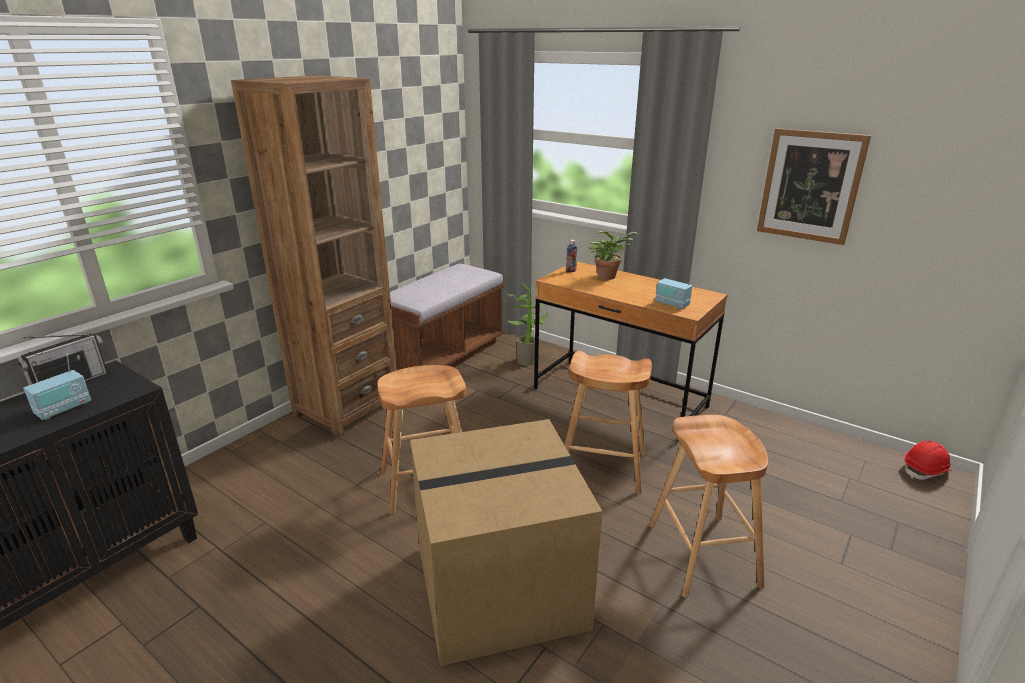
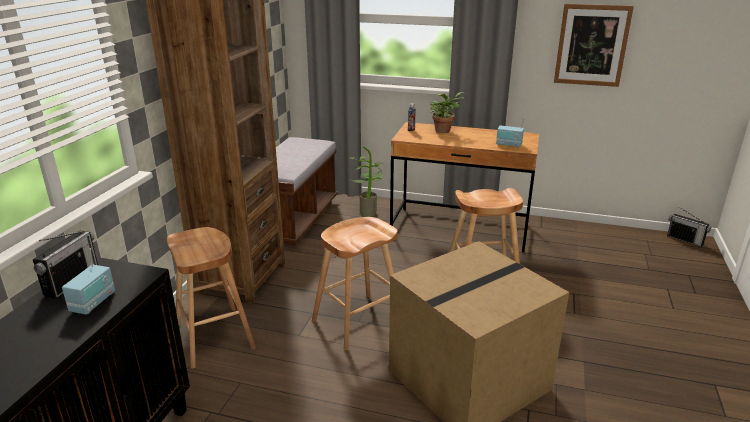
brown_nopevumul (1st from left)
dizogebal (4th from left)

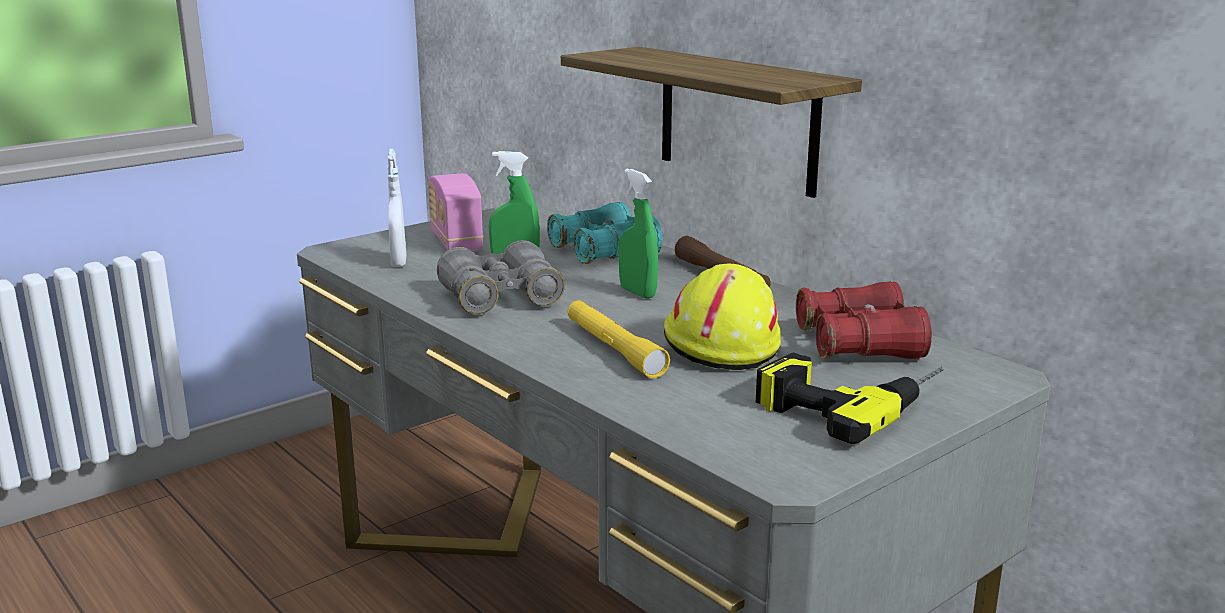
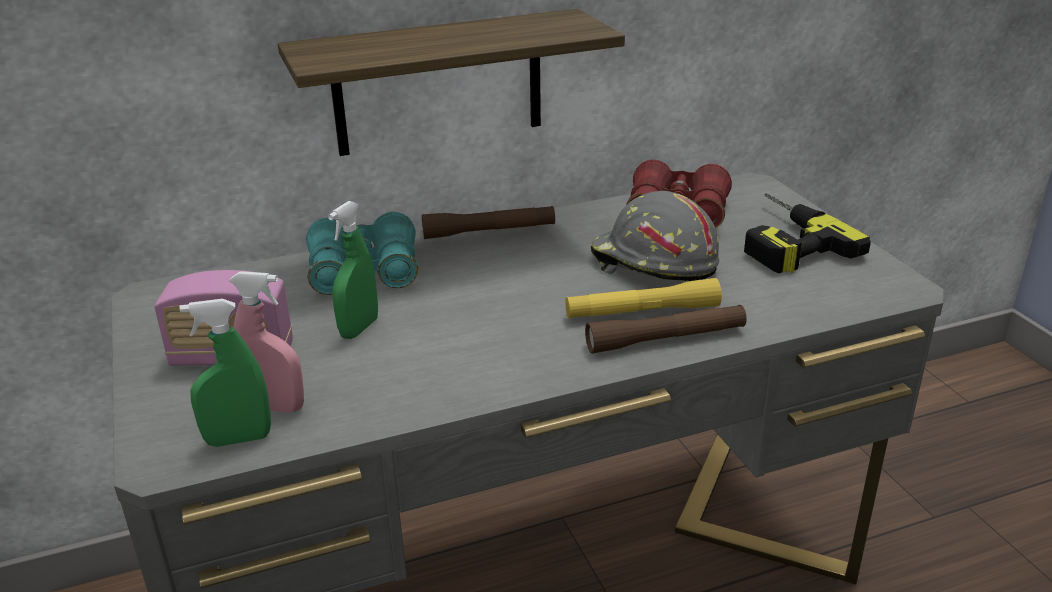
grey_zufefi
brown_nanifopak (2nd from left)
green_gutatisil (1st from left)
pink_gutatisil
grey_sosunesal

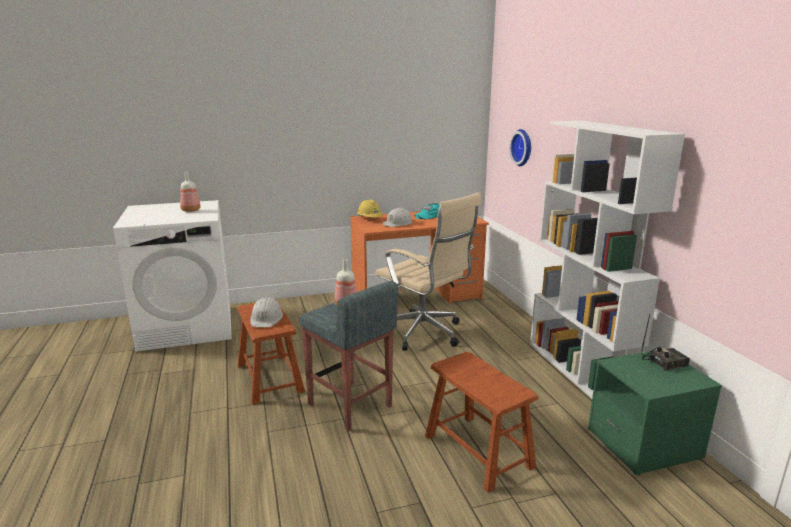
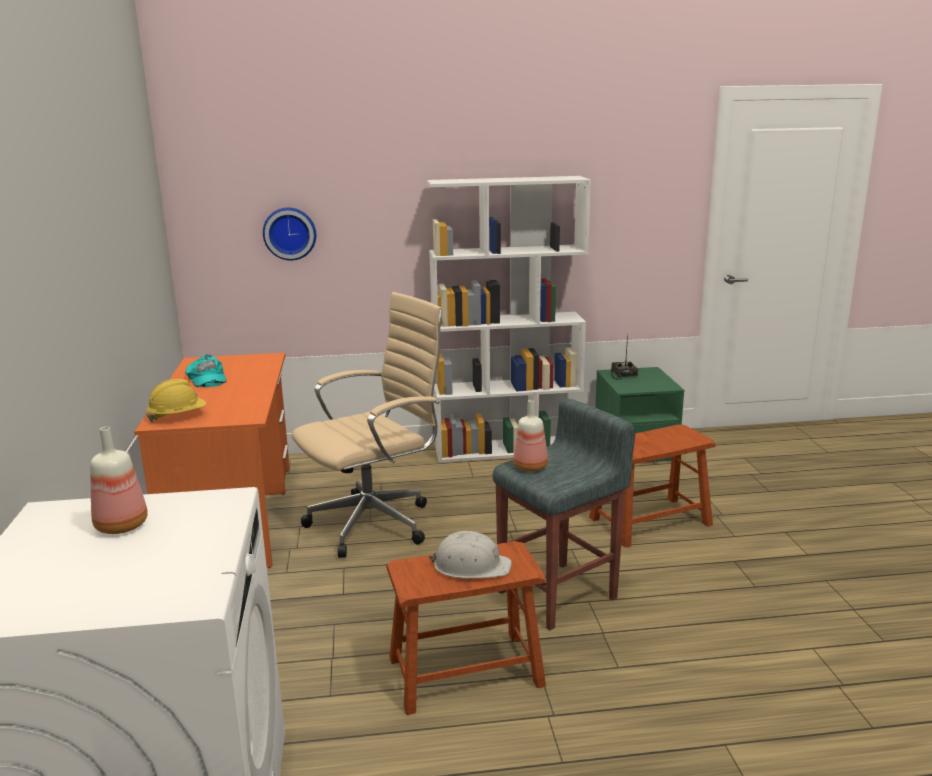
white_sosunesal (2nd from left in the first image)

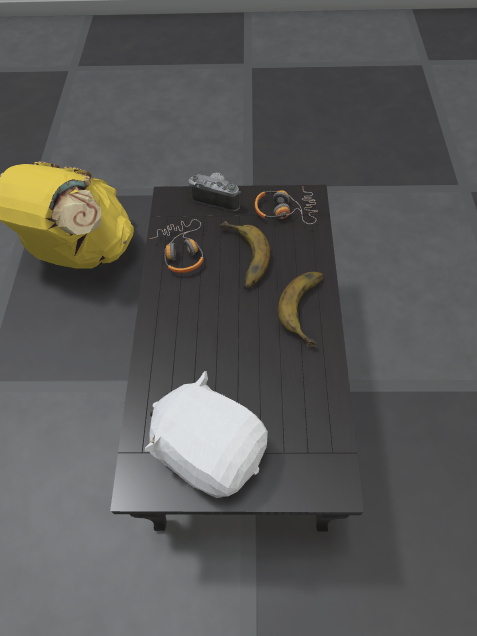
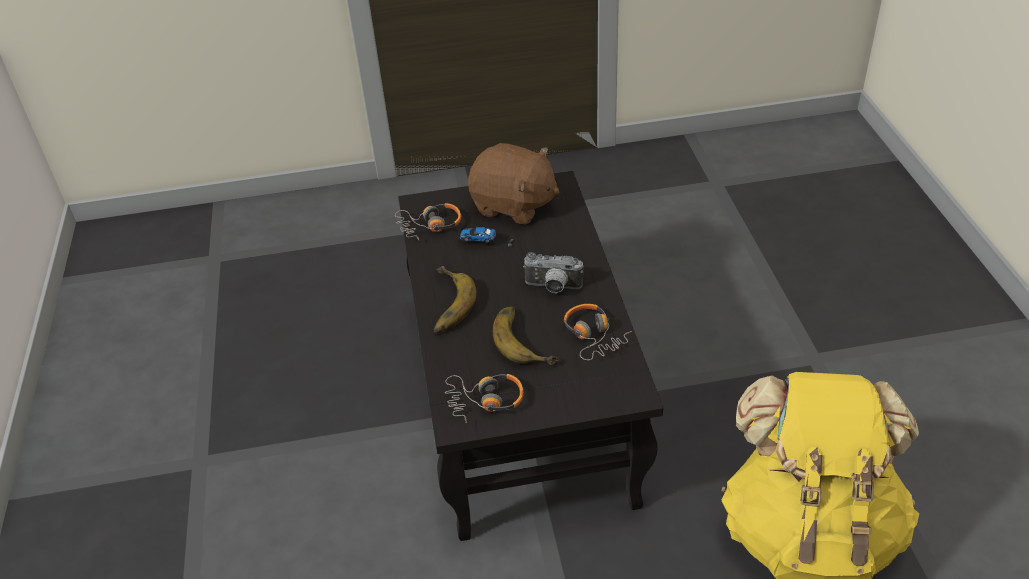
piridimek (1st from left)
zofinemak
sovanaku
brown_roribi

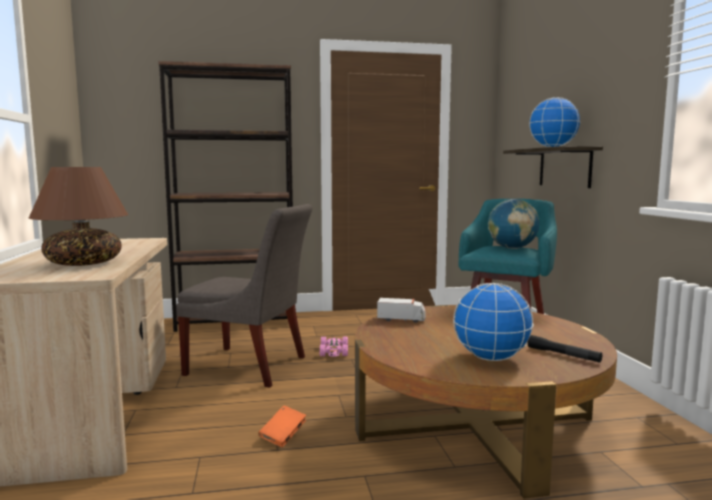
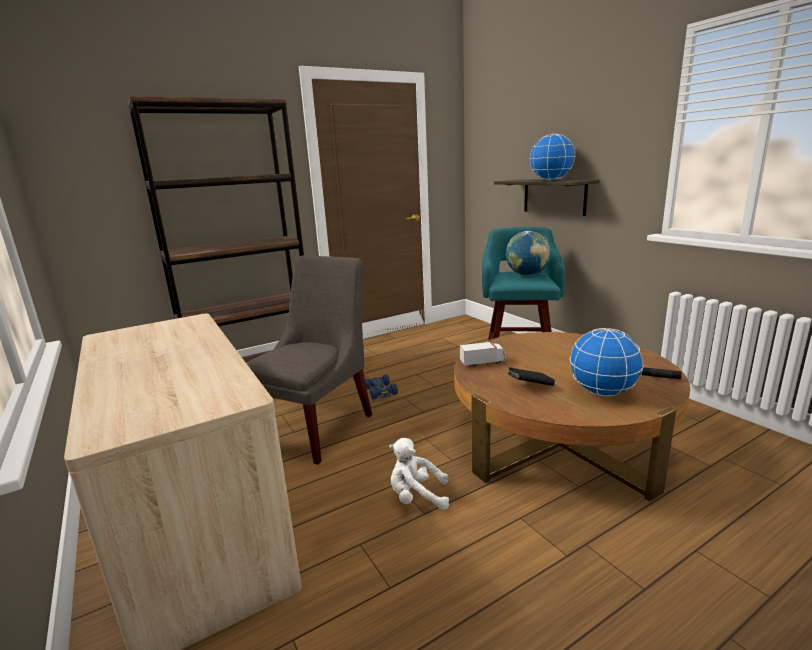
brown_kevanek
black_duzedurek
white_roribi
blue_zofinemak
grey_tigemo

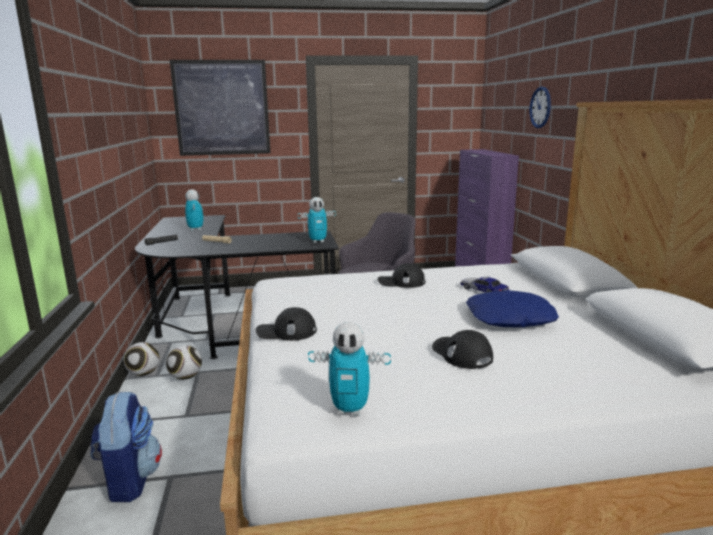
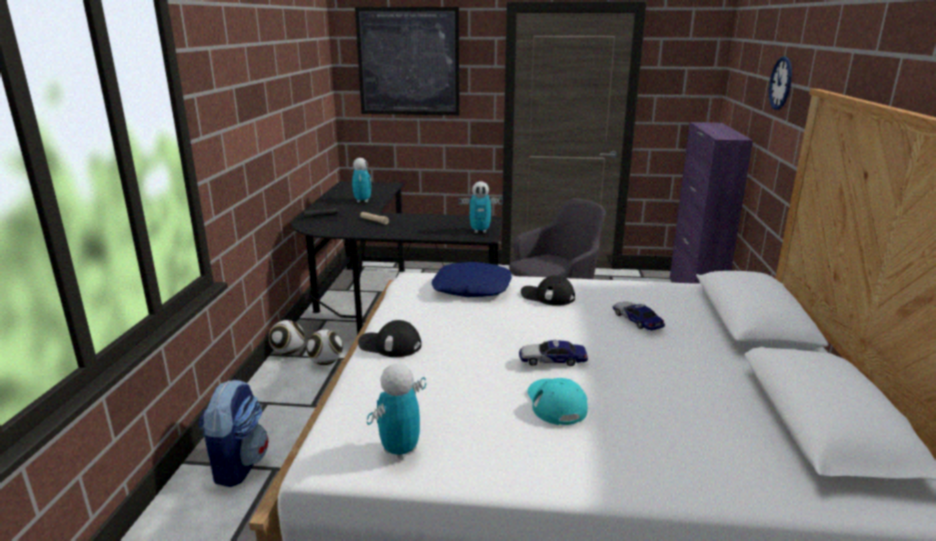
zofinemak (1st from left)
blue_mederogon
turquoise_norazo
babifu (2nd from left)

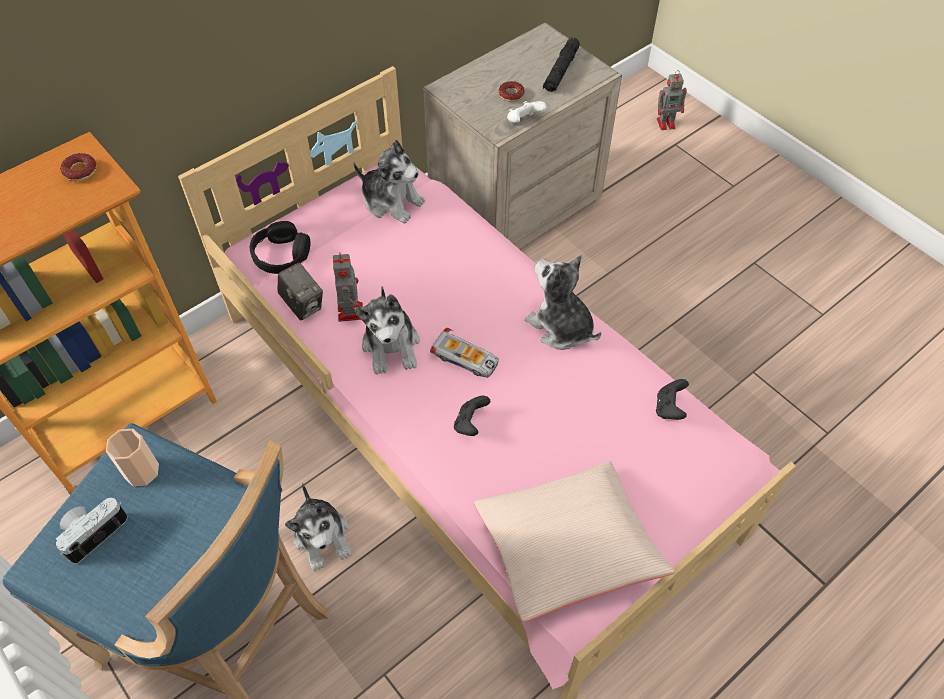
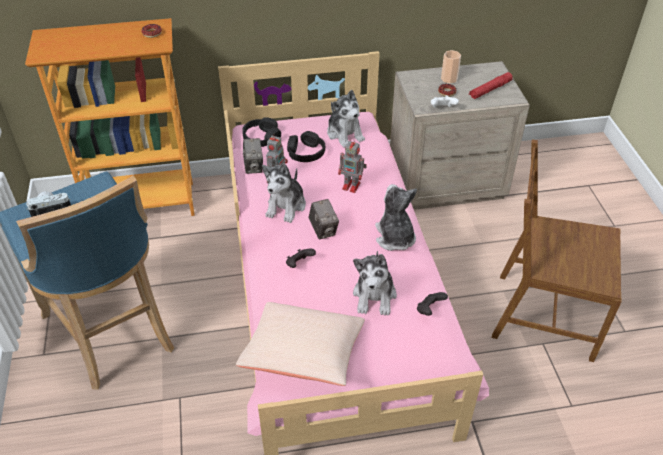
black_piridimek (2nd from left)
brown_tigemo
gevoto
roribi (3rd from left)
babifu (2nd from left)
sovanaku (3rd from left)
red_nanifopak

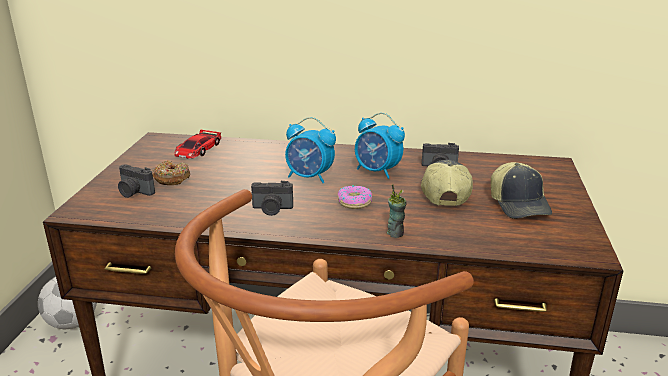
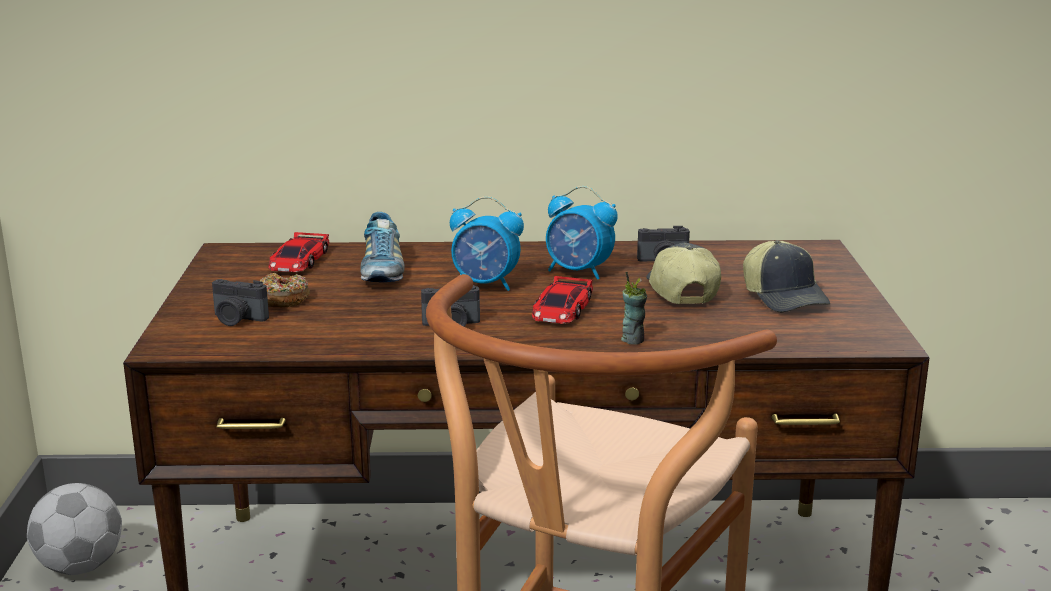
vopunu
zofinemak (2nd from left)

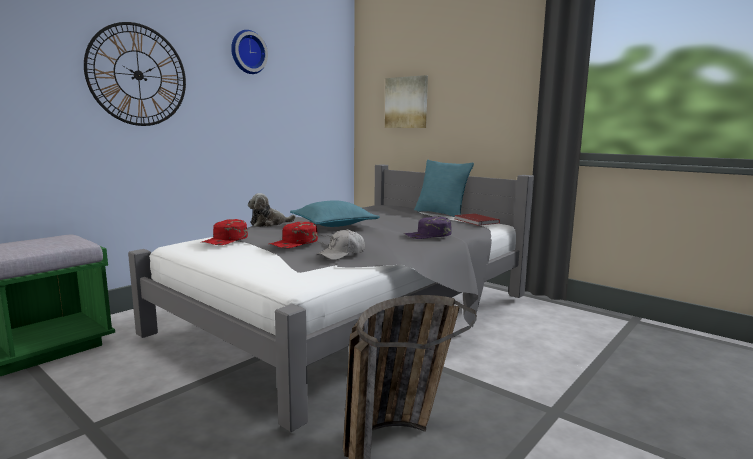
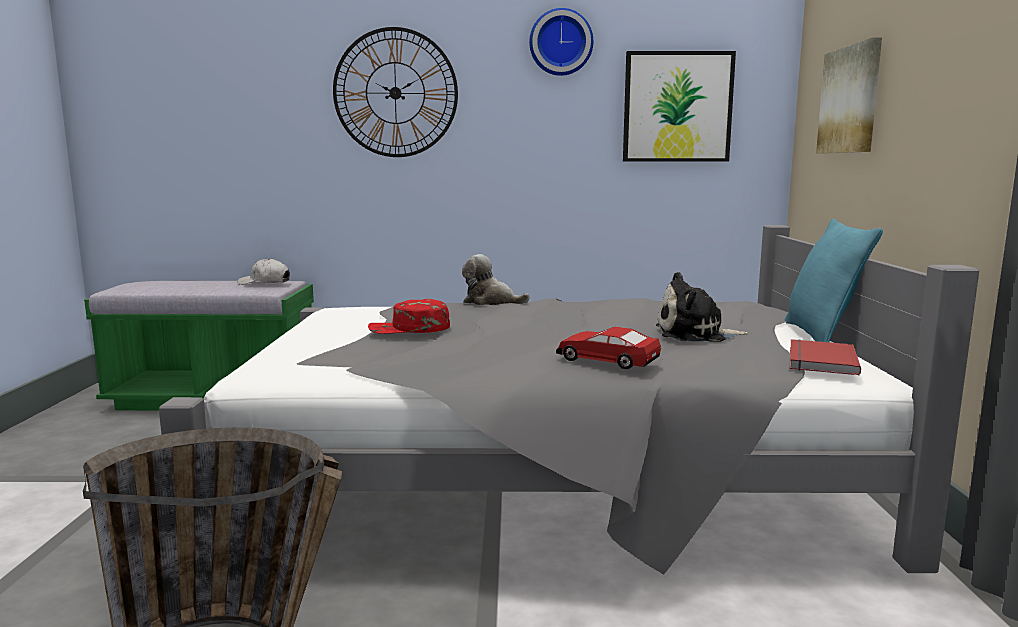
red_norazo (1st from left in the first image)
turquoise_mederogon (1st from left in the first image)
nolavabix (1st from left)
roribi (2nd from left)
white_norazo
zofinemak

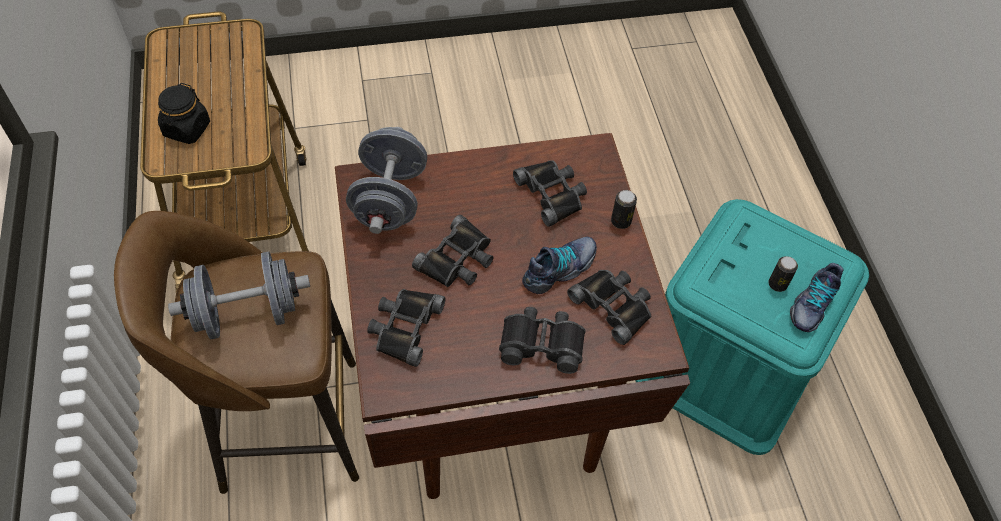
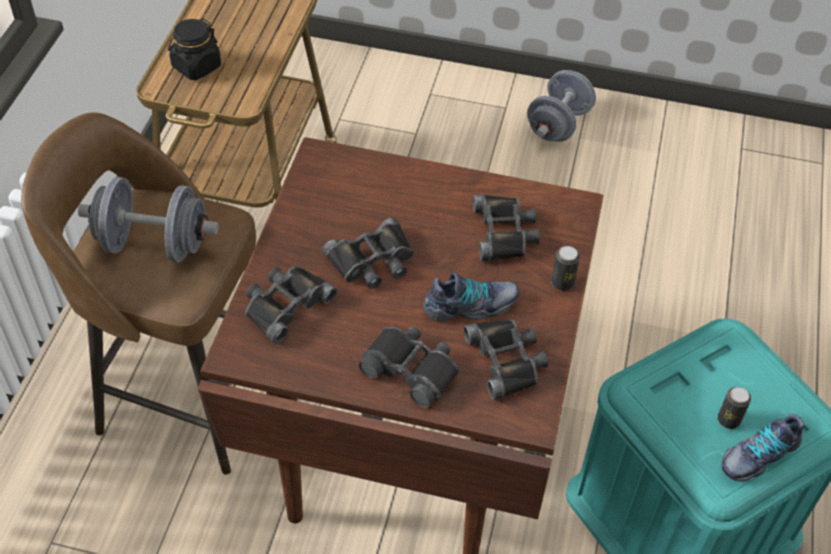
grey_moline (2nd from left)

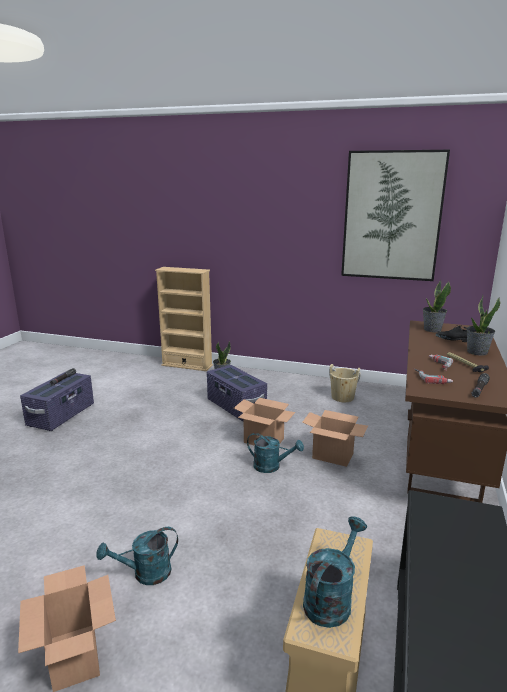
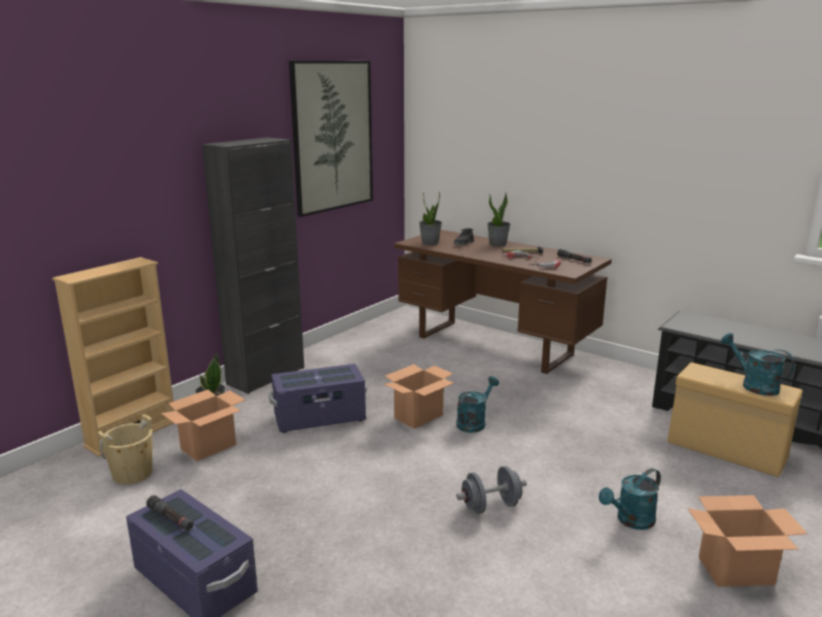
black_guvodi
grey_moline
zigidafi (1st from left)
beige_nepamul
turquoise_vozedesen (2nd from left)

